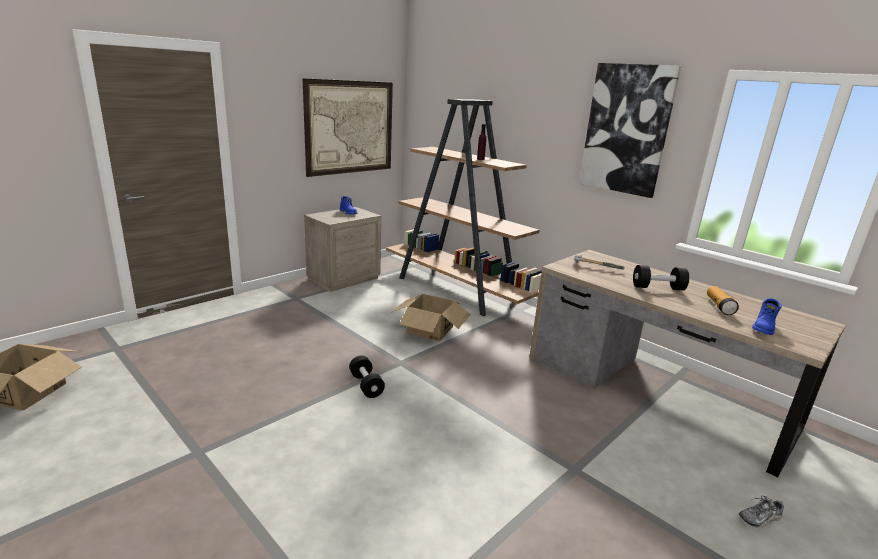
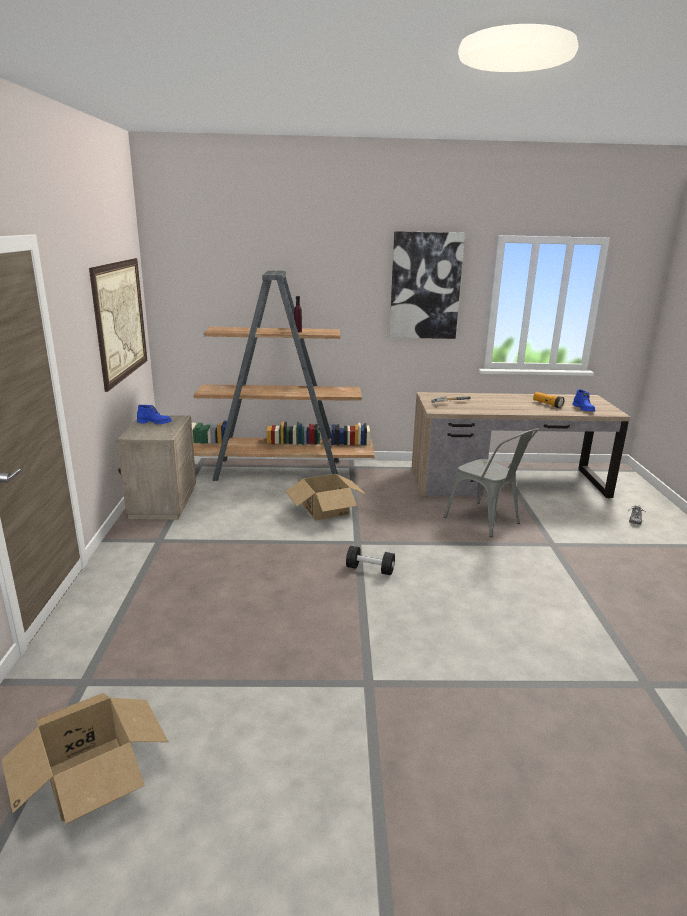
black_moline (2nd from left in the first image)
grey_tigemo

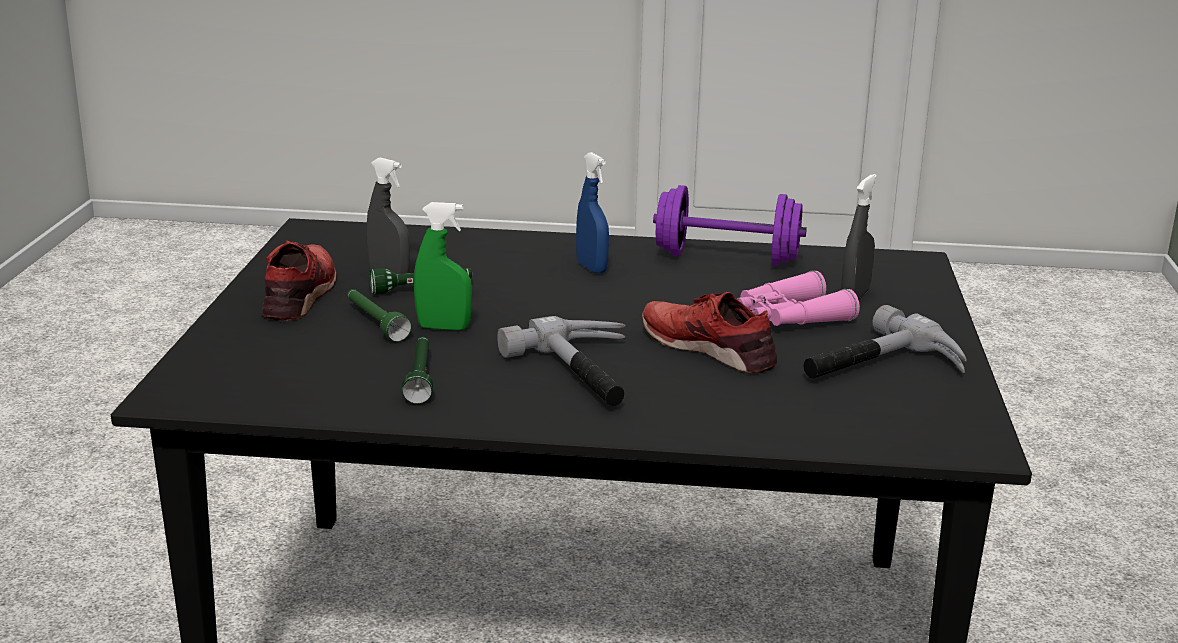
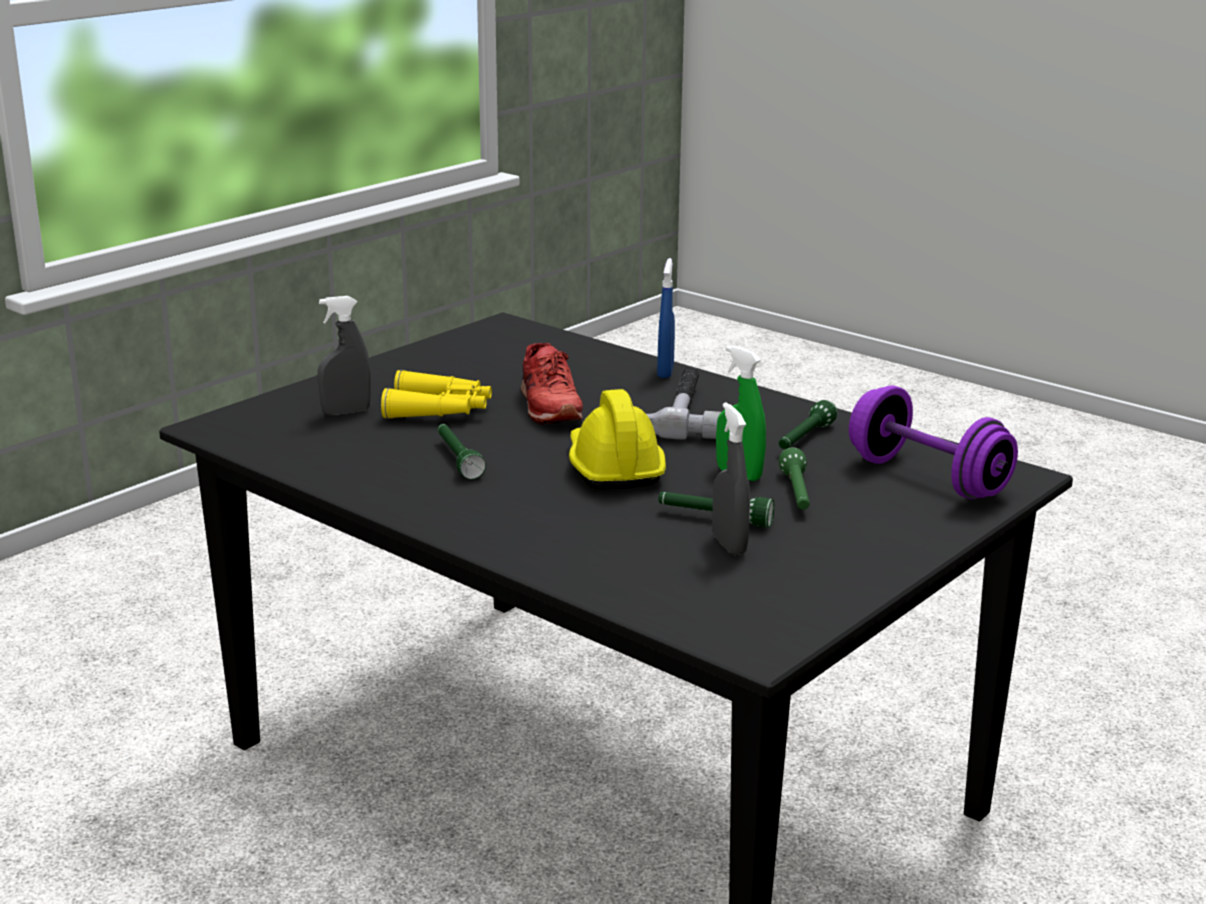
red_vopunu (1st from left in the first image)
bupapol (2nd from left in the first image)
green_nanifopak (1st from left)
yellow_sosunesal
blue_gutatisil
purple_moline
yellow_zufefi

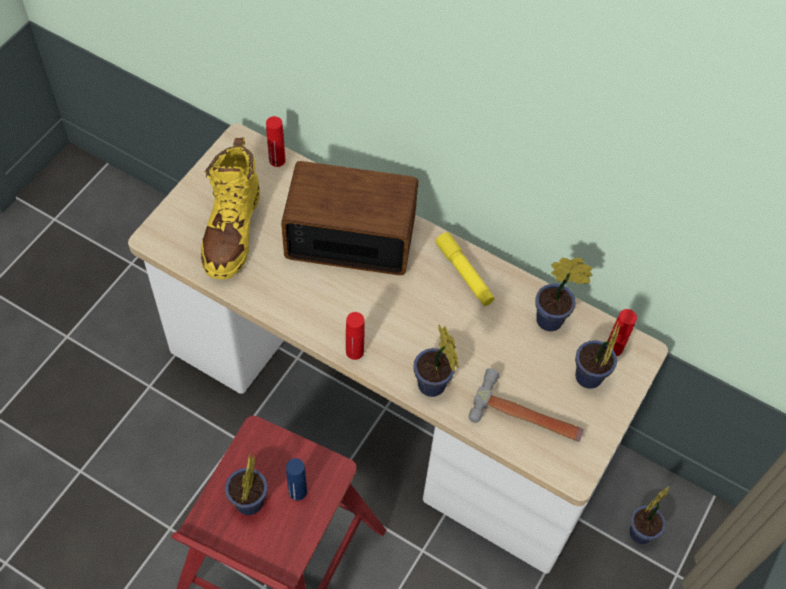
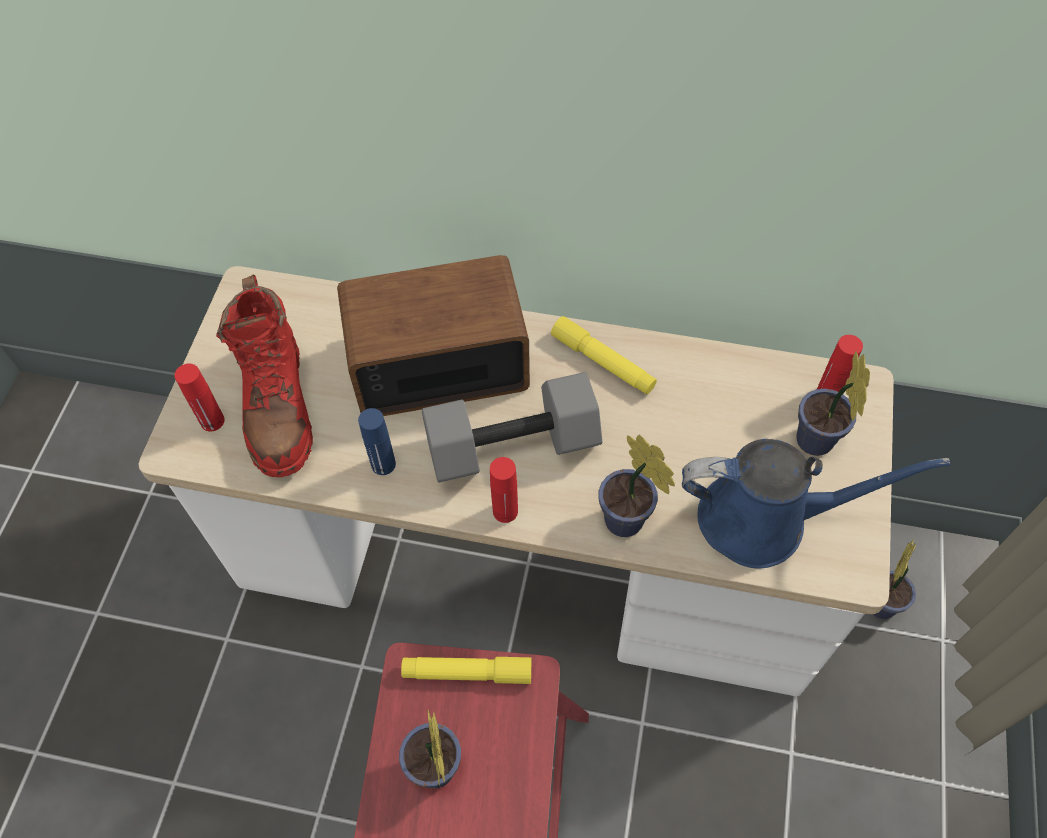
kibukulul (3rd from left in the first image)
yellow_nanifopak (1st from left)
grey_moline
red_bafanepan (1st from left)
blue_bafanepan
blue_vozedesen
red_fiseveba

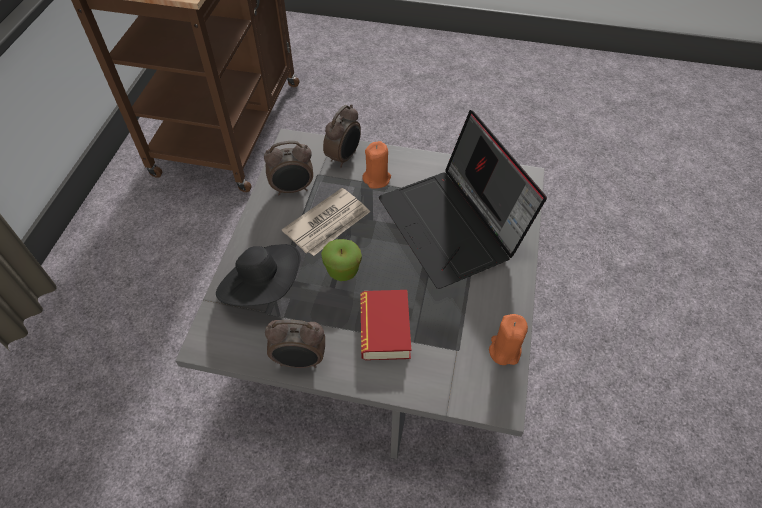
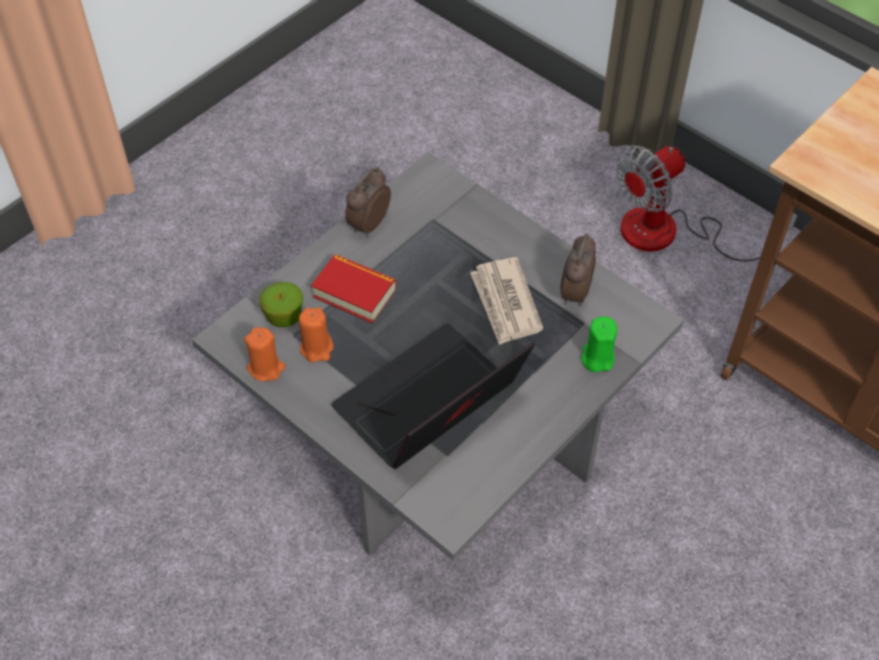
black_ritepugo
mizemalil
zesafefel
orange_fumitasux (2nd from left)
green_fumitasux
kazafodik

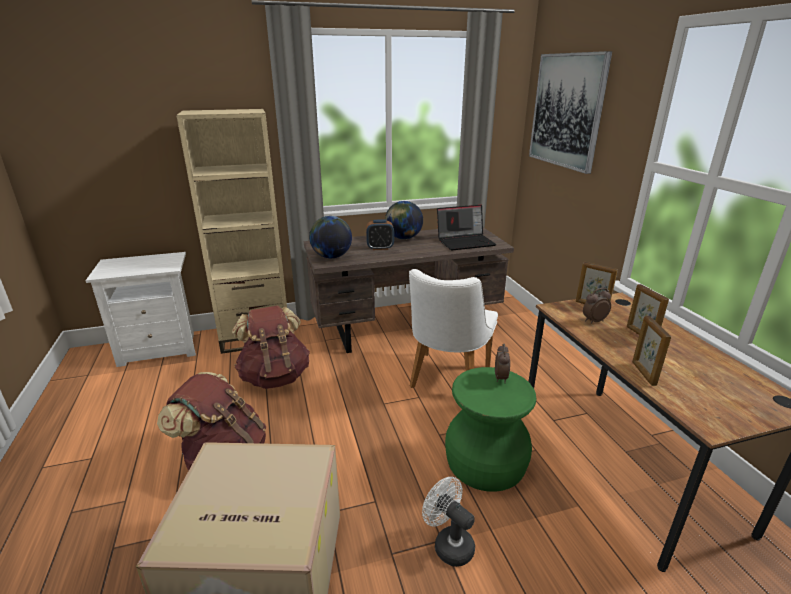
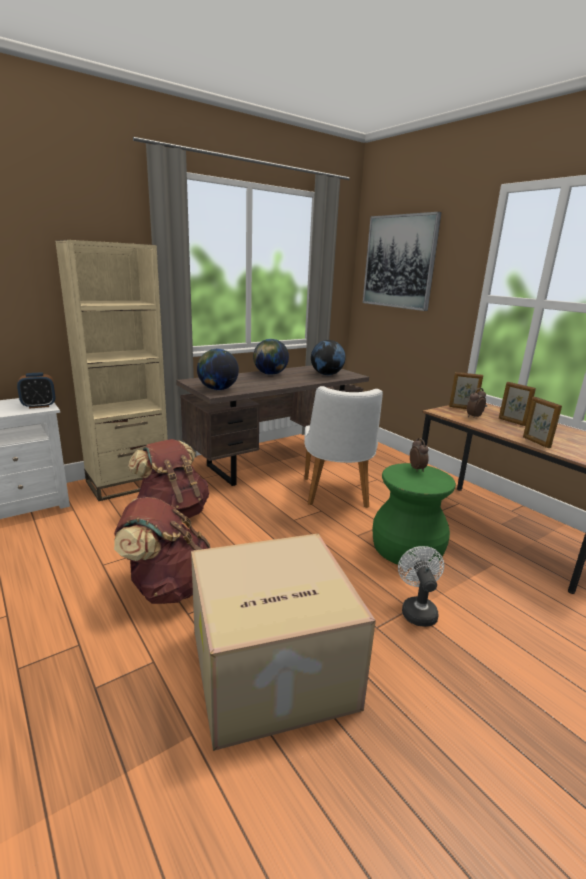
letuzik (1st from left)
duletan (3rd from left)
white_mizemalil

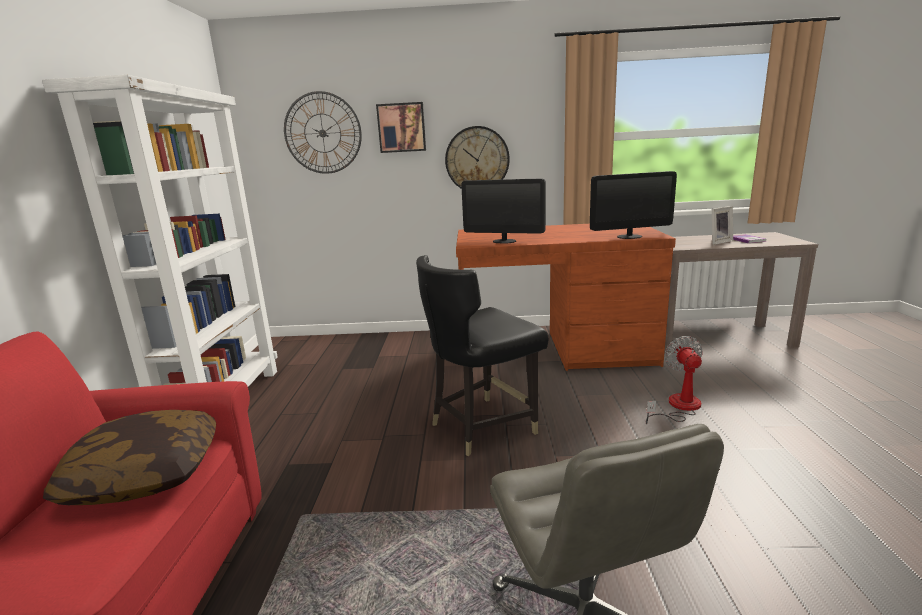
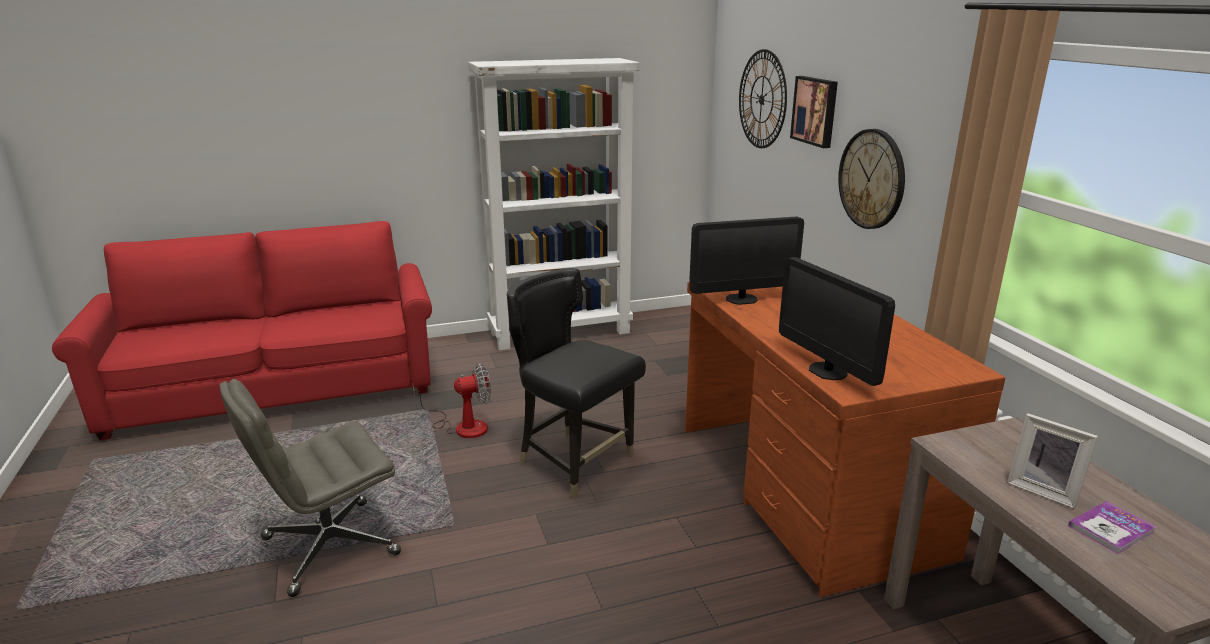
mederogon
mizemalil
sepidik (1st from left)

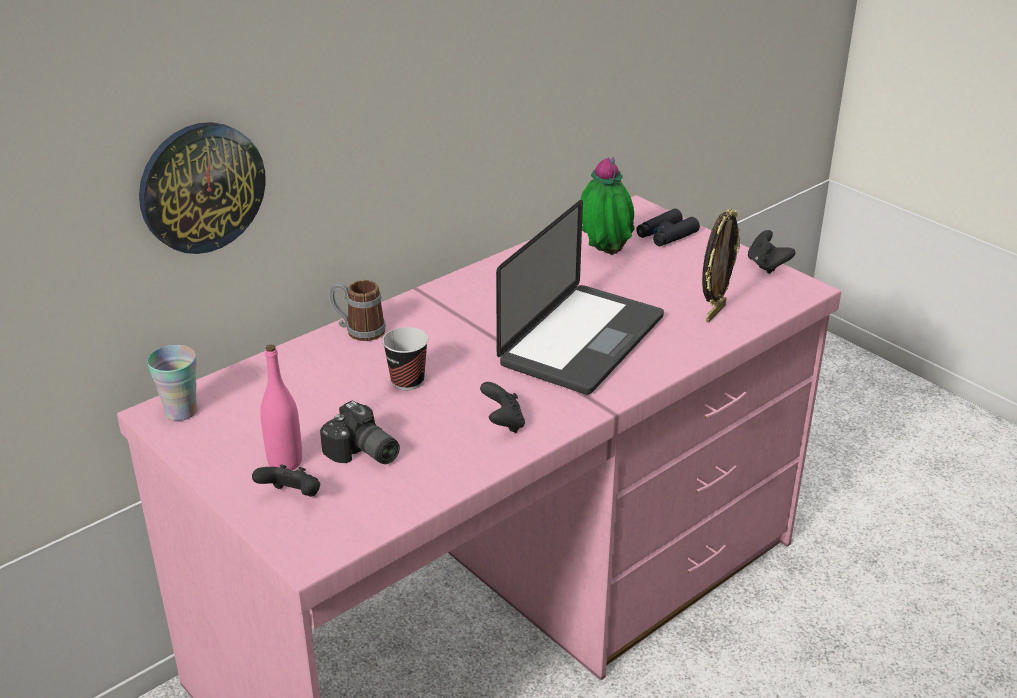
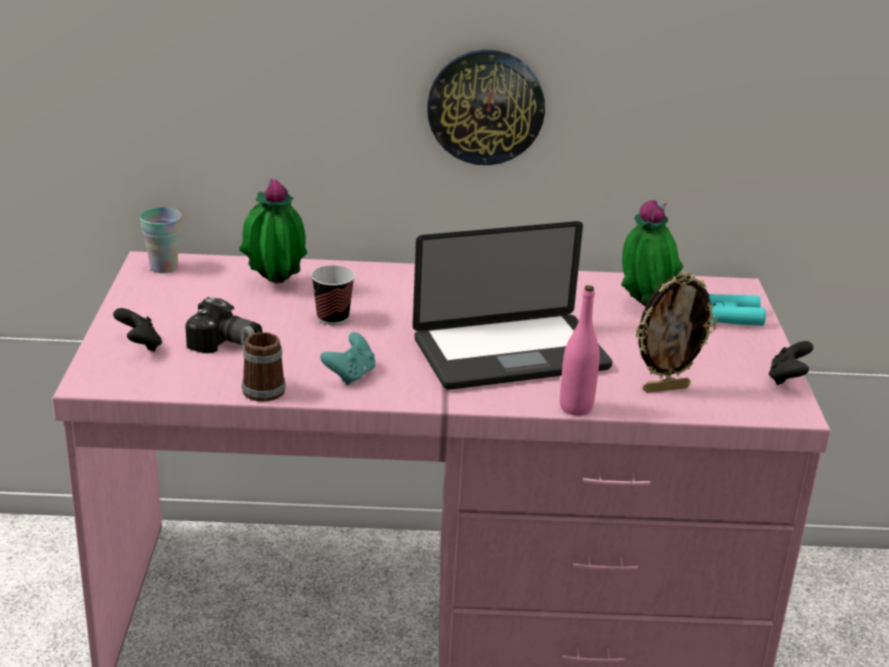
kibukulul (1st from left)
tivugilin
pink_bafanepan
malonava
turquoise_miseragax
turquoise_zufefi
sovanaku

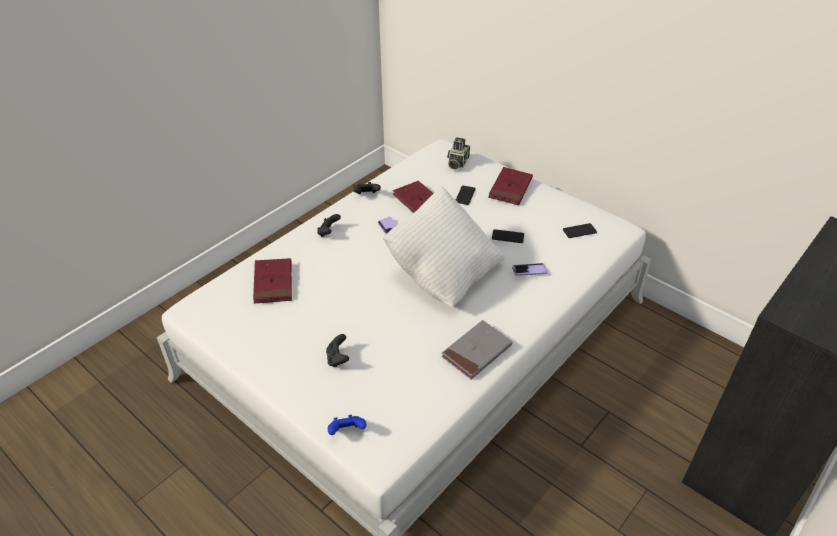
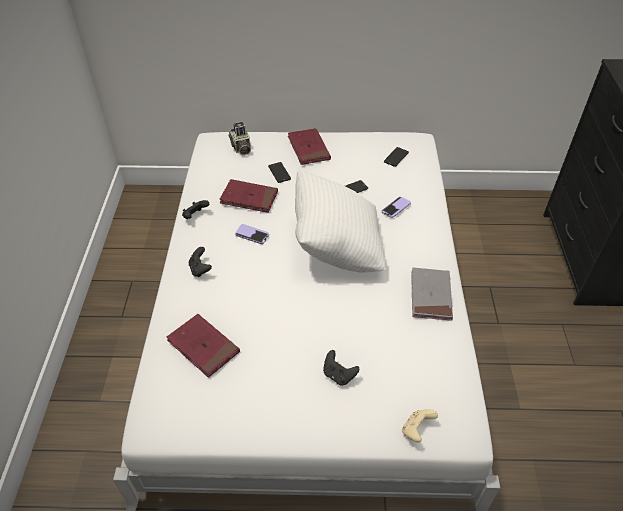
beige_miseragax

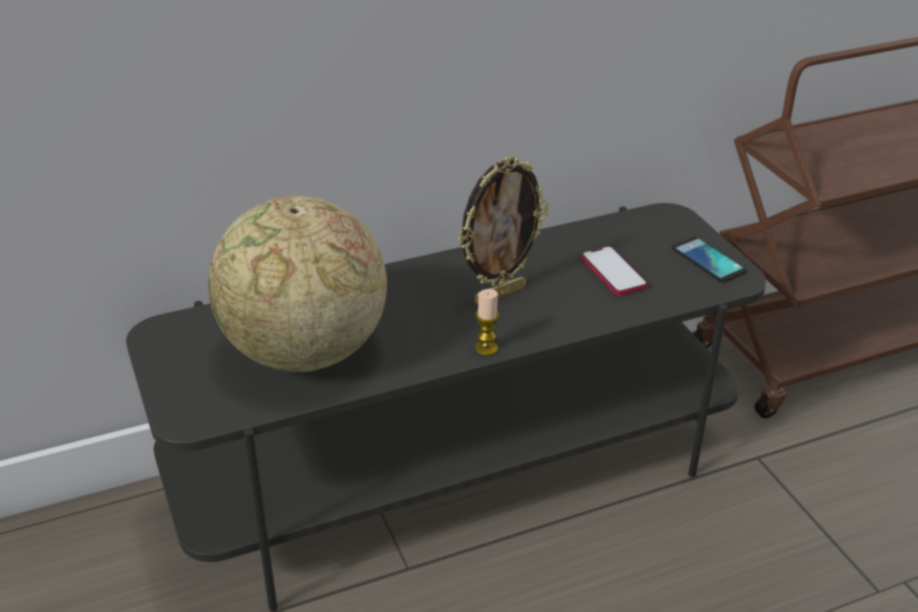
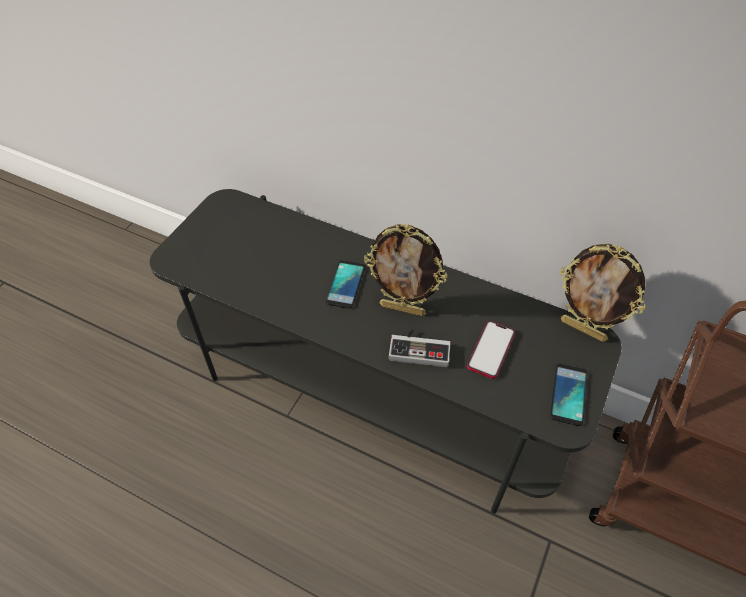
duletan
fumitasux
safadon (1st from left)
miseragax
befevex (2nd from left)

